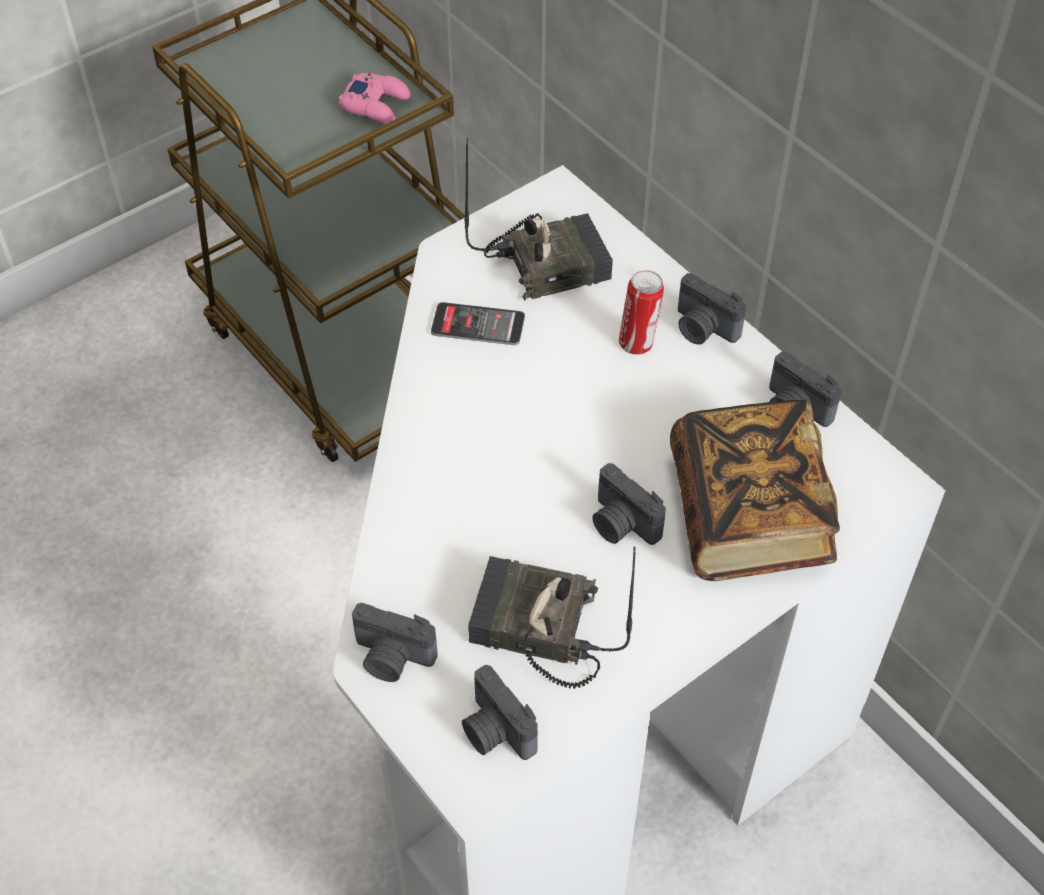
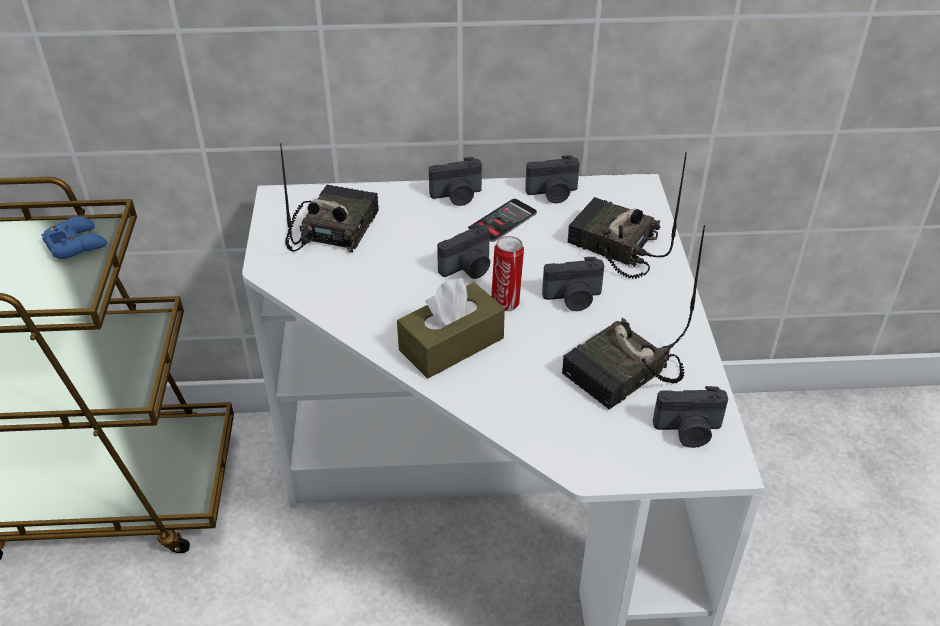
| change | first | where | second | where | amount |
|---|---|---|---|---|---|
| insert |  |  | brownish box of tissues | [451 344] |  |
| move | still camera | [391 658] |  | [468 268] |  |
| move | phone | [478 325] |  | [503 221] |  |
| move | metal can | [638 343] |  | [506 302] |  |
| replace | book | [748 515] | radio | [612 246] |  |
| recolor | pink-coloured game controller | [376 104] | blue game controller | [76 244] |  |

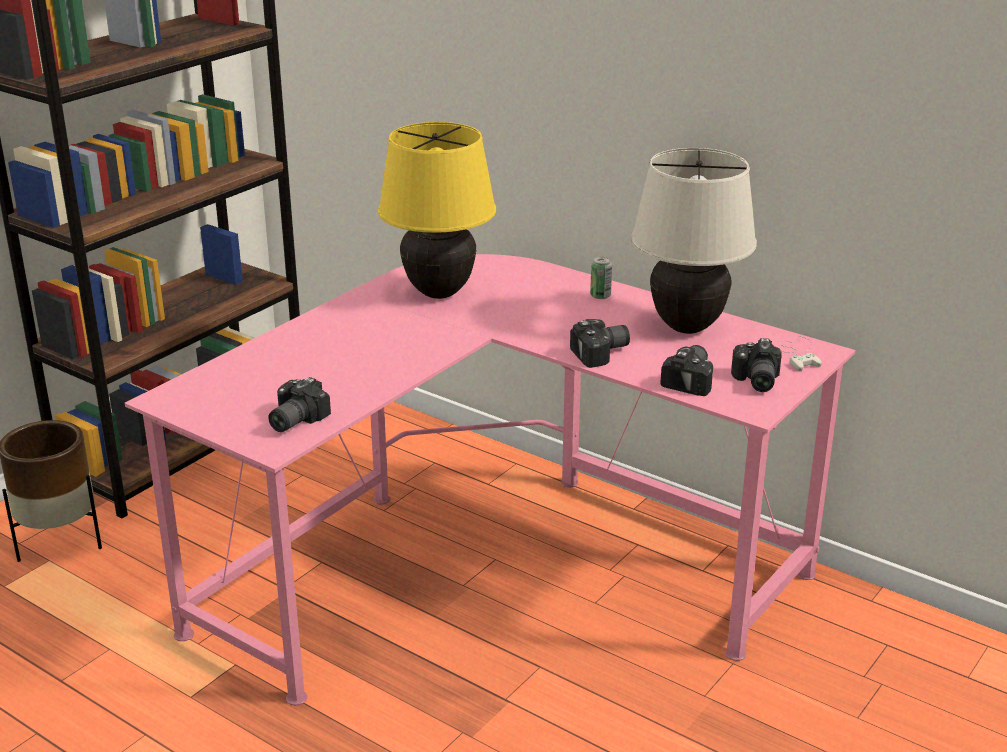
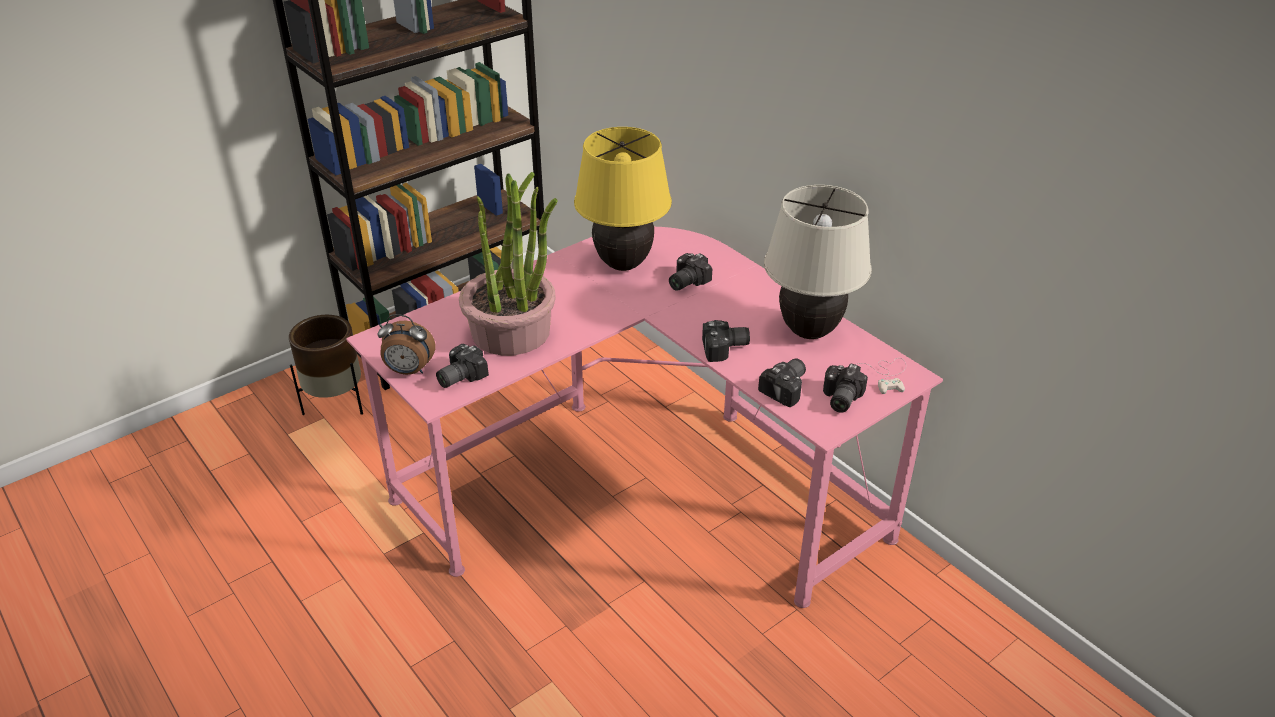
| change | first | where | second | where | amount |
|---|---|---|---|---|---|
| delete | metal can | [600 296] |  |  |  |
| insert |  |  | bedside clock | [409 371] |  |
| insert |  |  | houseplant | [512 331] |  |
| insert |  |  | still camera | [685 282] |  |

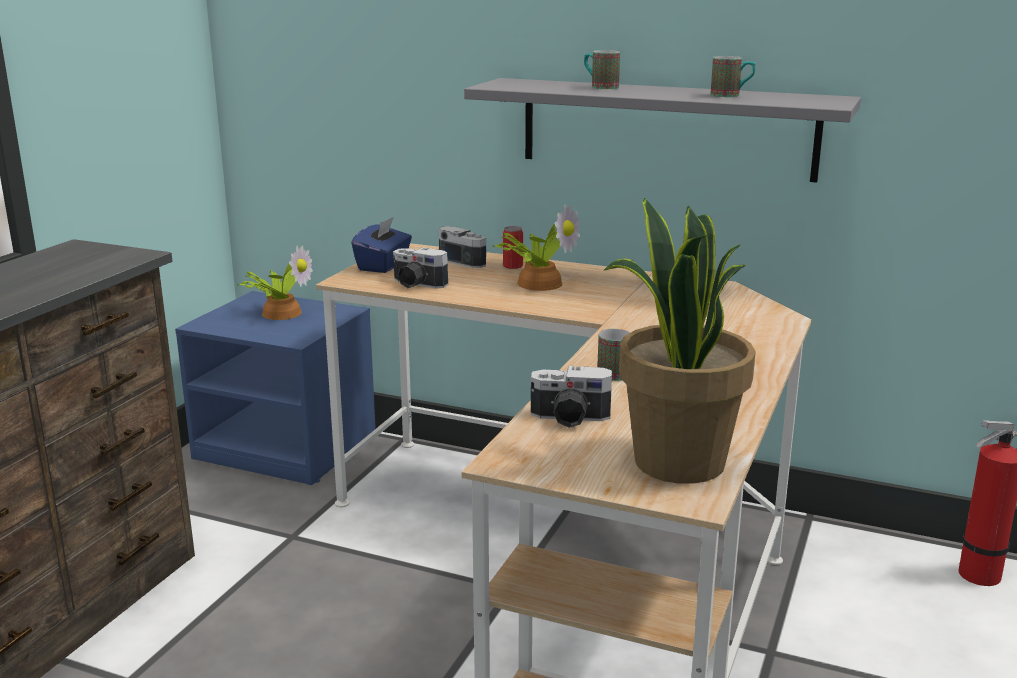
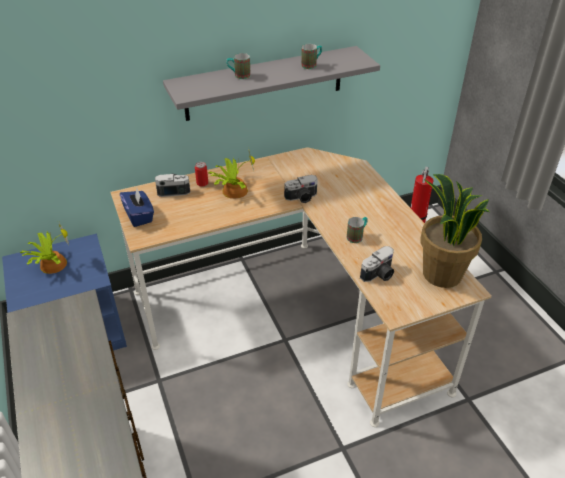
| change | first | where | second | where | amount |
|---|---|---|---|---|---|
| move | still camera | [416 284] |  | [302 198] |  |

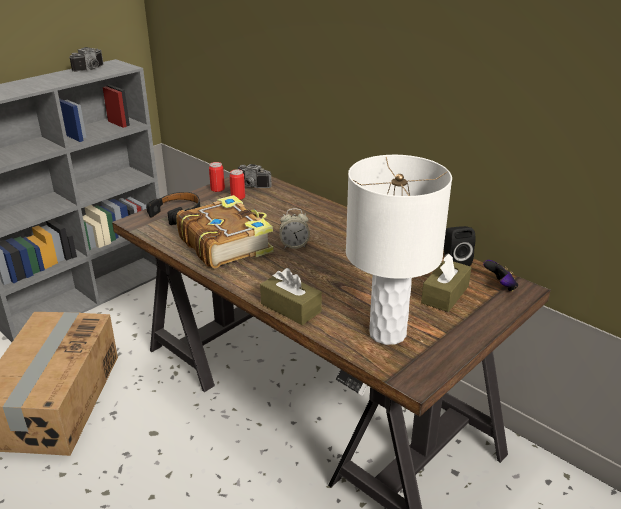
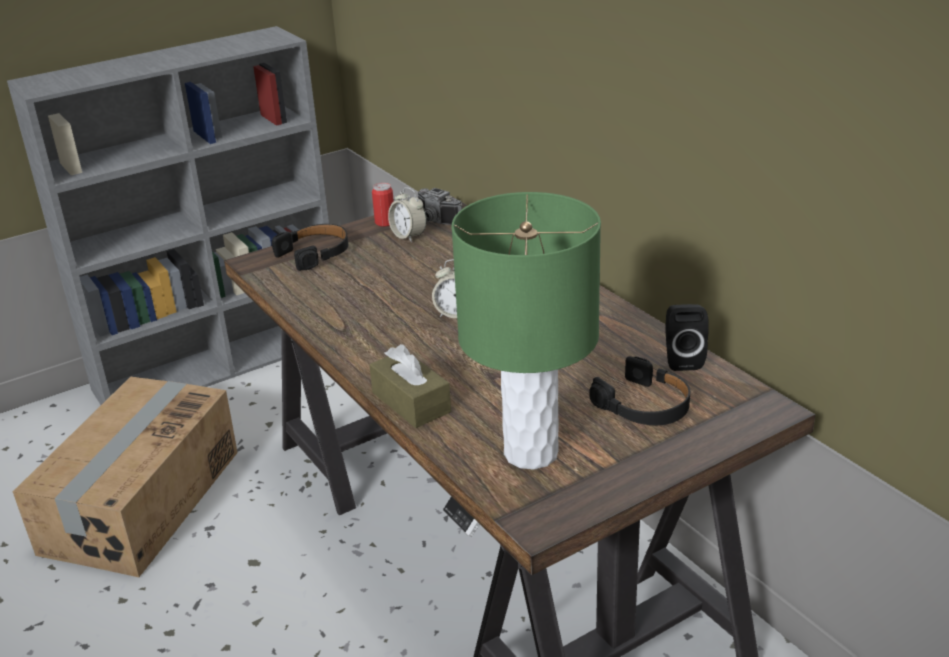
| change | first | where | second | where | amount |
|---|---|---|---|---|---|
| delete | still camera | [91 69] |  |  |  |
| delete | book | [225 243] |  |  |  |
| delete | game controller | [500 286] |  |  |  |
| replace | metal can | [238 197] | bedside clock | [408 236] |  |
| replace | brownish box of tissues | [445 294] | black-coloured headset | [644 405] |  |
| recolor | white-coloured table lamp | [387 333] | green table lamp | [530 452] |  |

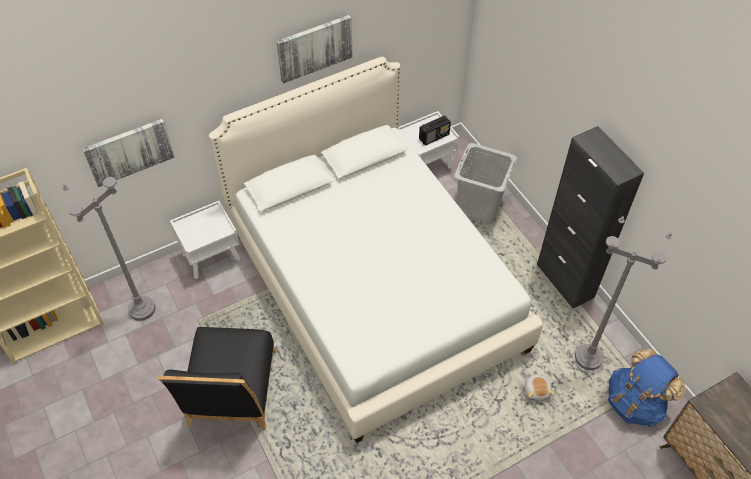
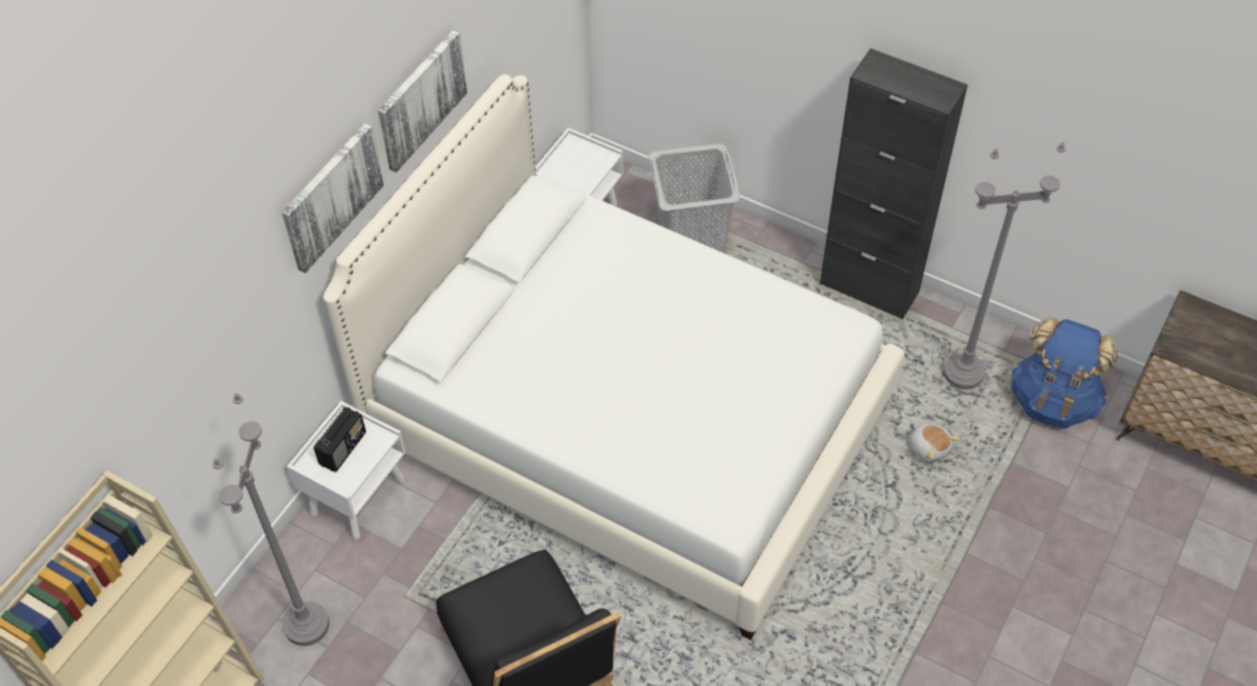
| change | first | where | second | where | amount |
|---|---|---|---|---|---|
| move | picture | [129 151] |  | [331 196] |  |
| move | radio | [434 137] |  | [343 448] |  |

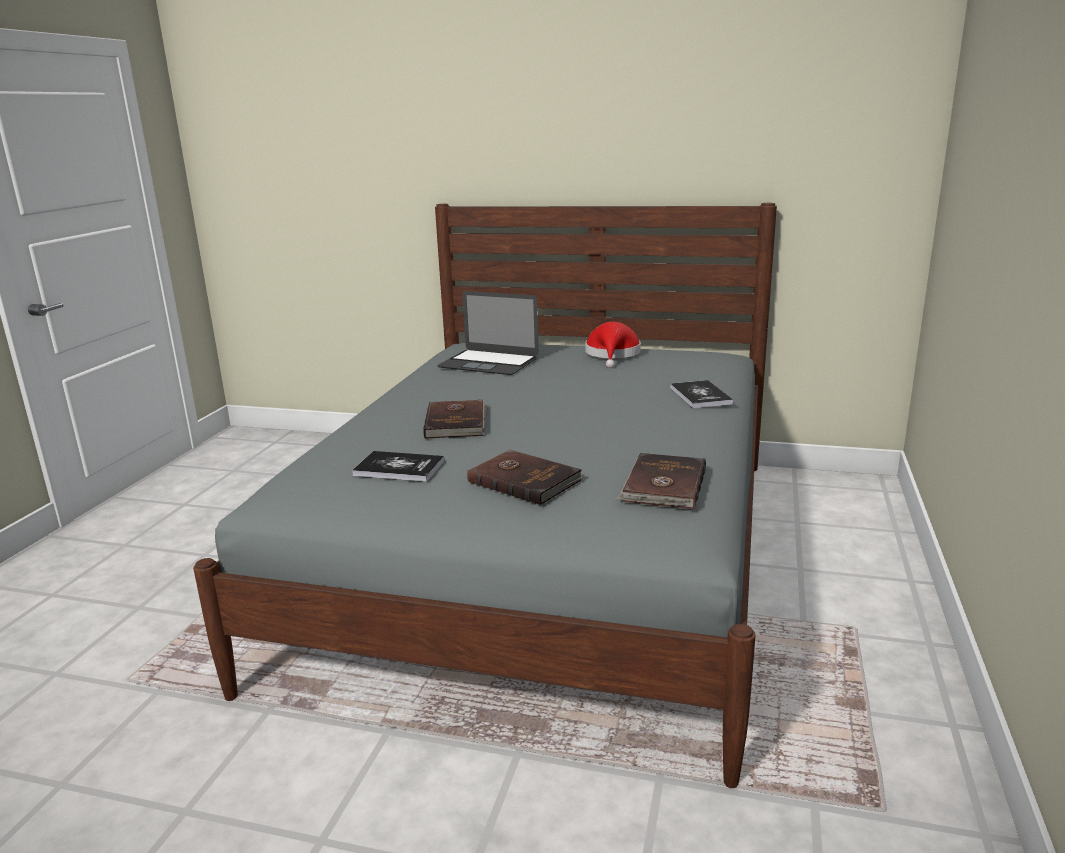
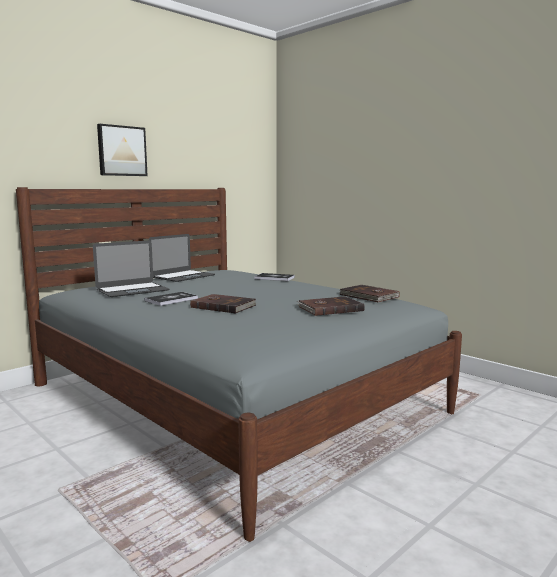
| change | first | where | second | where | amount |
|---|---|---|---|---|---|
| insert |  |  | picture | [121 151] |  |
| move | book | [399 468] |  | [171 300] |  |
| replace | red hat | [612 354] | laptop | [183 276] |  |

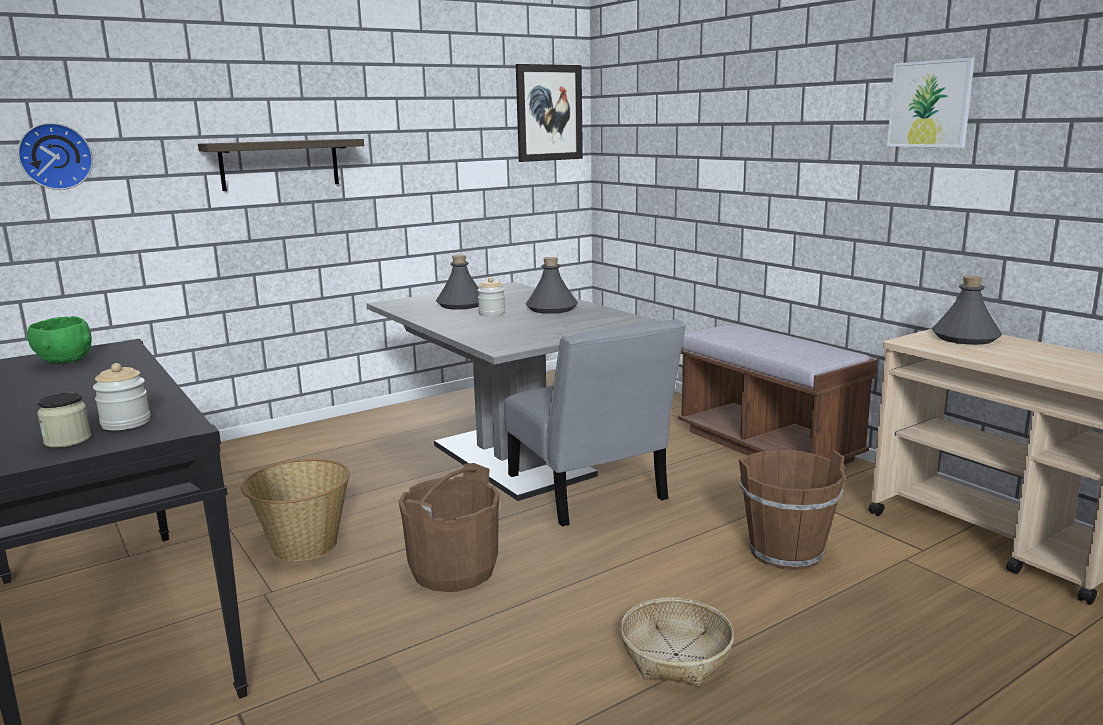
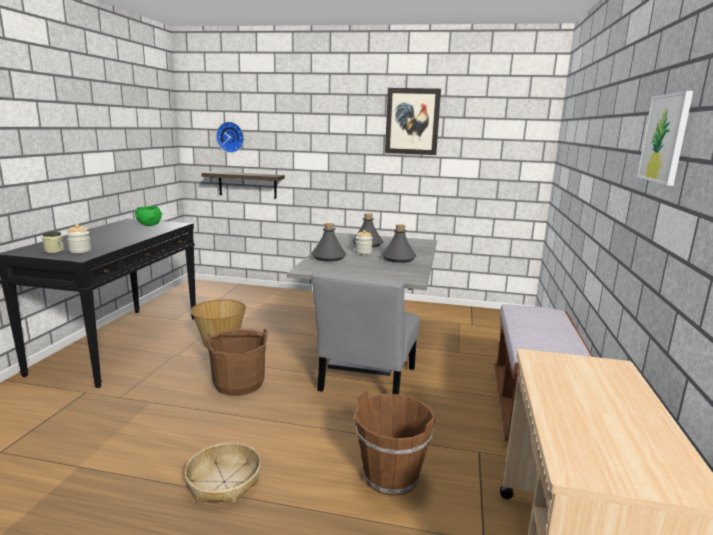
| change | first | where | second | where | amount |
|---|---|---|---|---|---|
| move | wall shelf | [280 164] |  | [247 185] |  |
| move | picture | [549 113] |  | [412 121] |  |
| move | grey drink bottle | [965 338] |  | [328 257] |  |

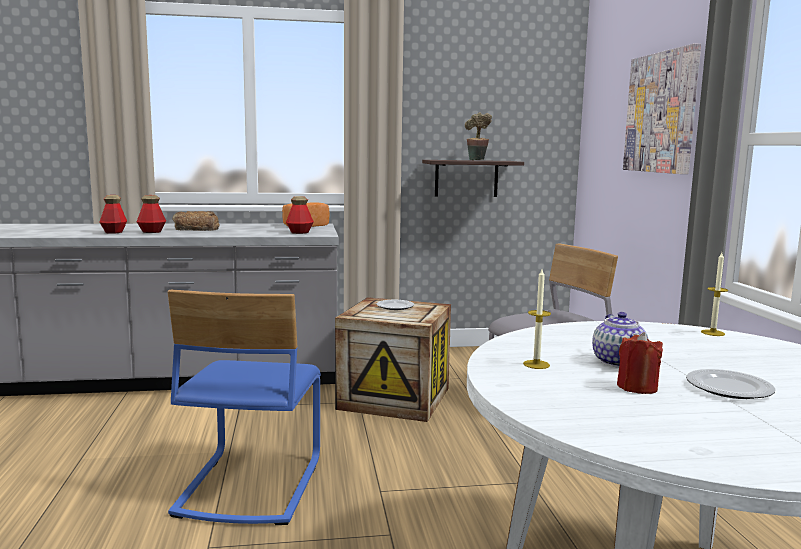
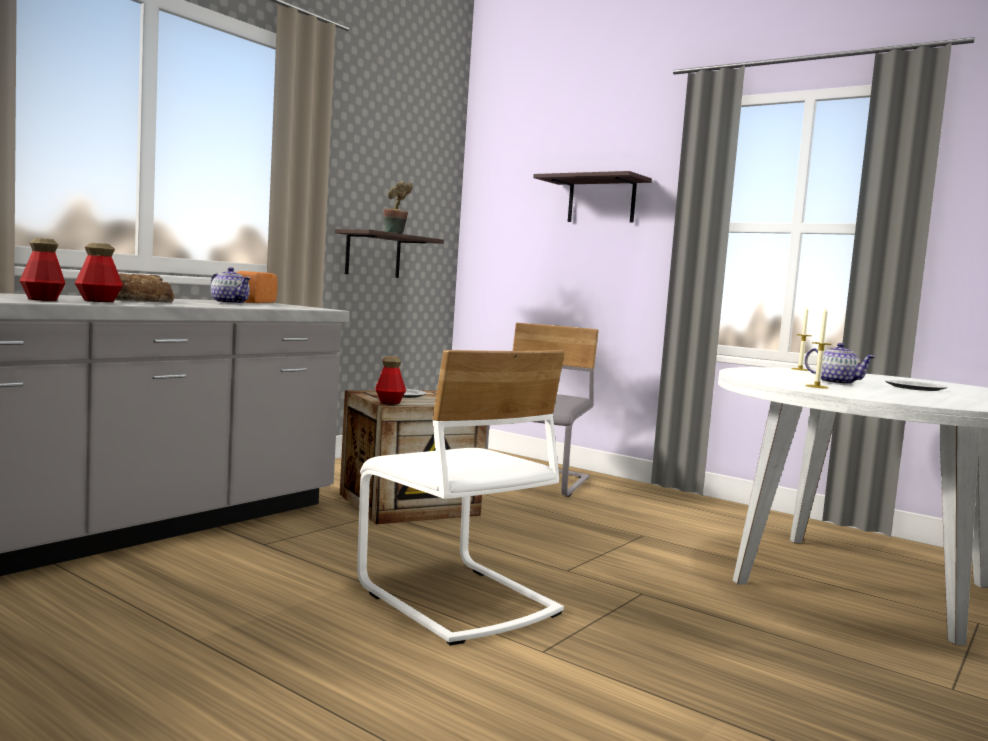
| change | first | where | second | where | amount |
|---|---|---|---|---|---|
| delete | red wax light | [637 387] |  |  |  |
| insert |  |  | tea pot | [229 303] |  |
| move | drink bottle | [300 232] |  | [389 402] |  |
| replace | picture | [661 113] | wall shelf | [601 201] |  |
| recolor | blue chair | [249 485] | white-coloured chair | [456 600] |  |

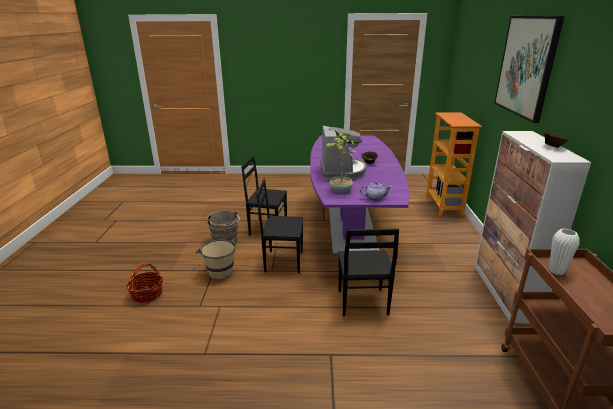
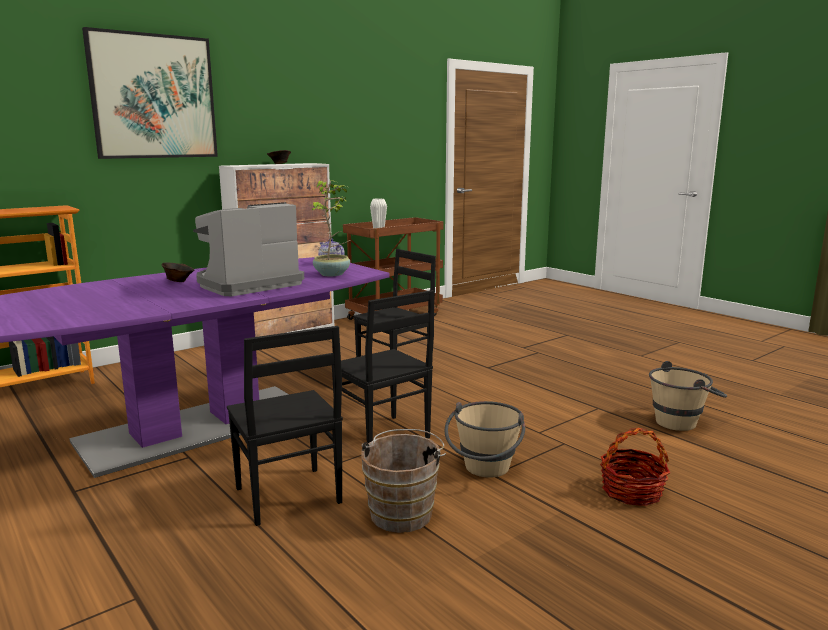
| change | first | where | second | where | amount |
|---|---|---|---|---|---|
| insert |  |  | beige water bucket | [683 421] |  |

